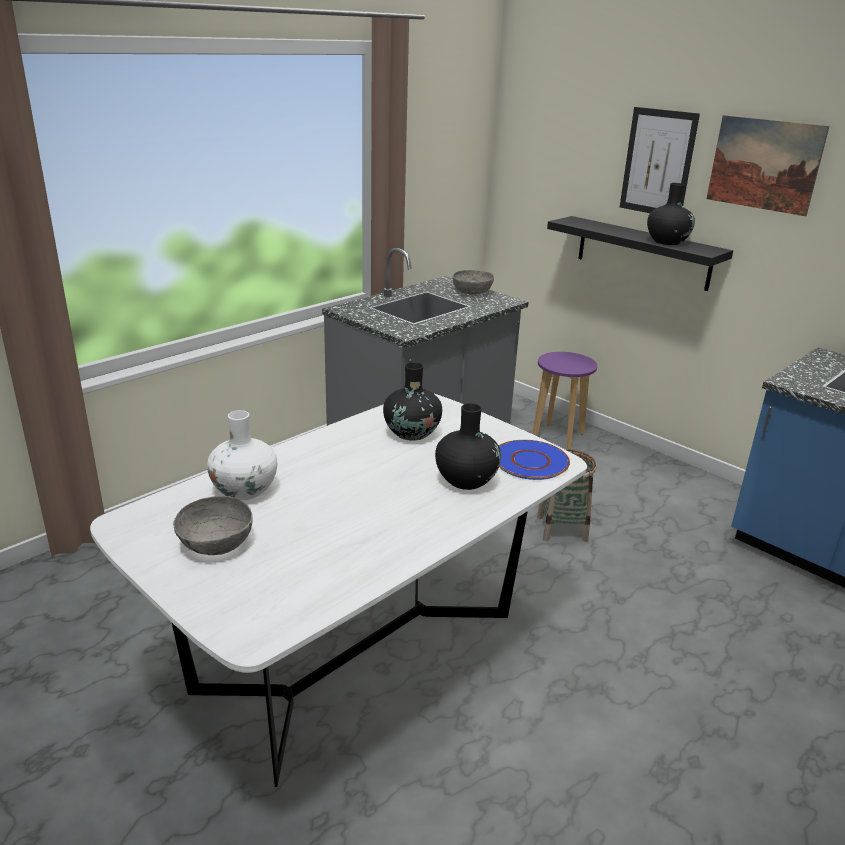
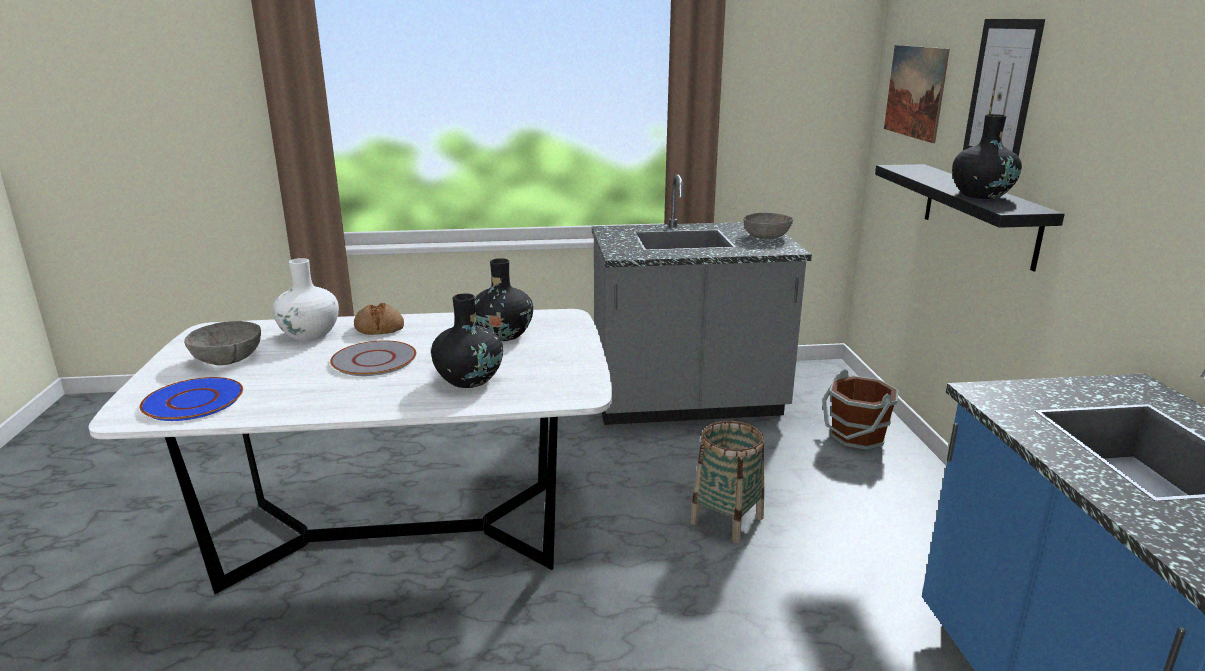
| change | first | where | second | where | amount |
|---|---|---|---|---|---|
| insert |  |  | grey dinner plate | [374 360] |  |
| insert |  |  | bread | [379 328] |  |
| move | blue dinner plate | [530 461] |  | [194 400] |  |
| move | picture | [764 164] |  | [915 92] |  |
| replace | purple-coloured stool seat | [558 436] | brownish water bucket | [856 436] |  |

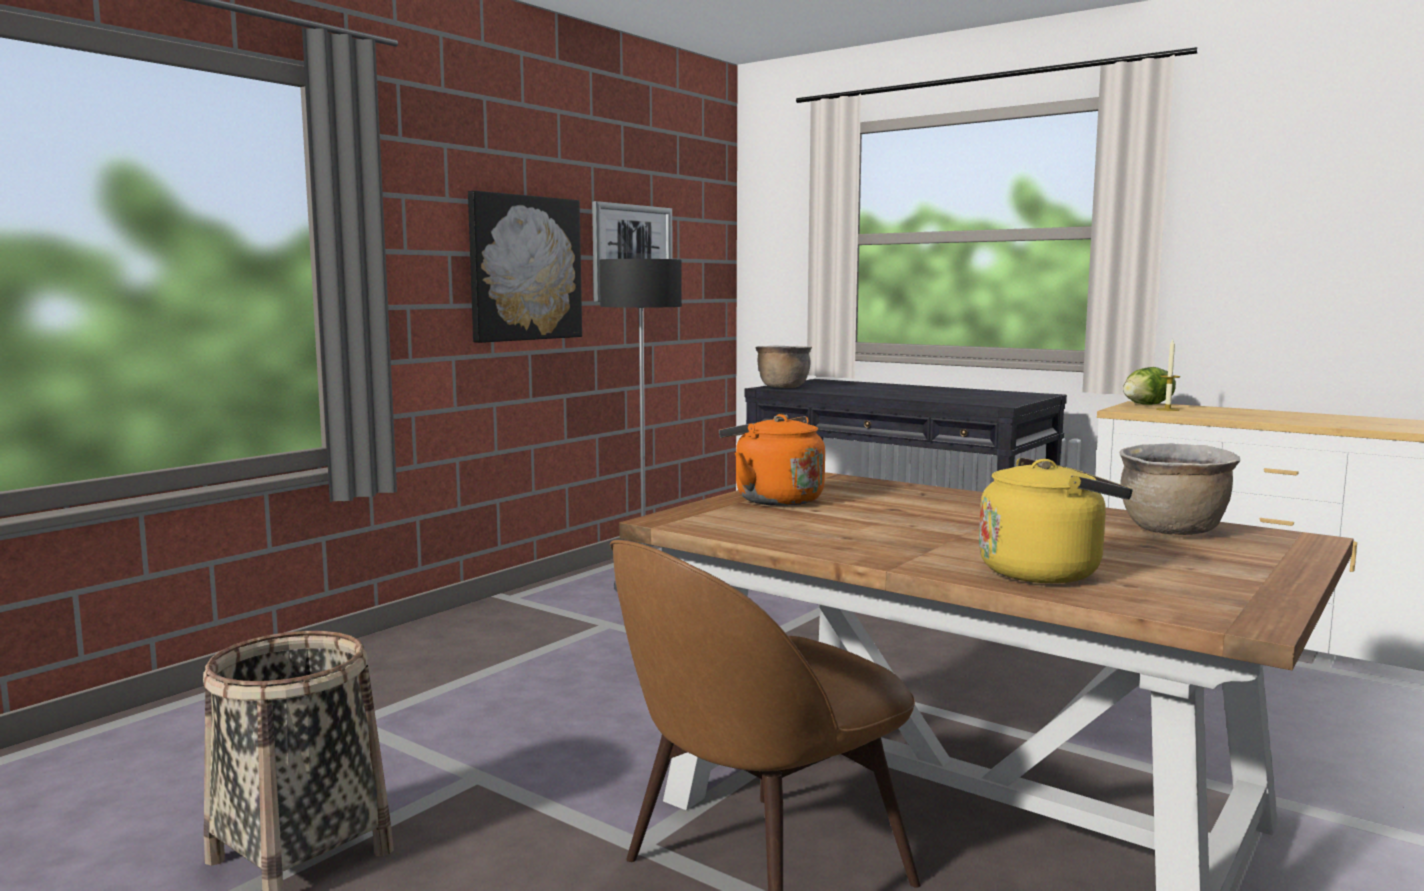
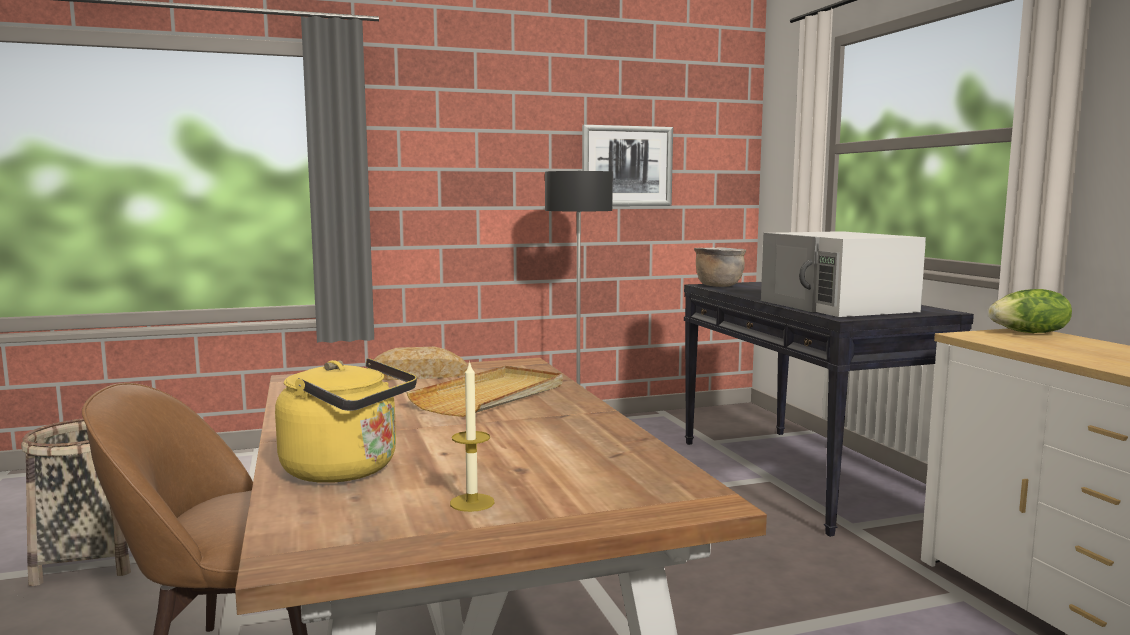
| change | first | where | second | where | amount |
|---|---|---|---|---|---|
| delete | picture | [524 268] |  |  |  |
| delete | brownish saucepot | [1173 531] |  |  |  |
| insert |  |  | beige serving tray | [492 396] |  |
| insert |  |  | white-coloured microwave | [837 306] |  |
| move | wax light | [1167 409] |  | [472 502] |  |
| replace | orange water kettle | [773 499] | bread | [418 375] |  |

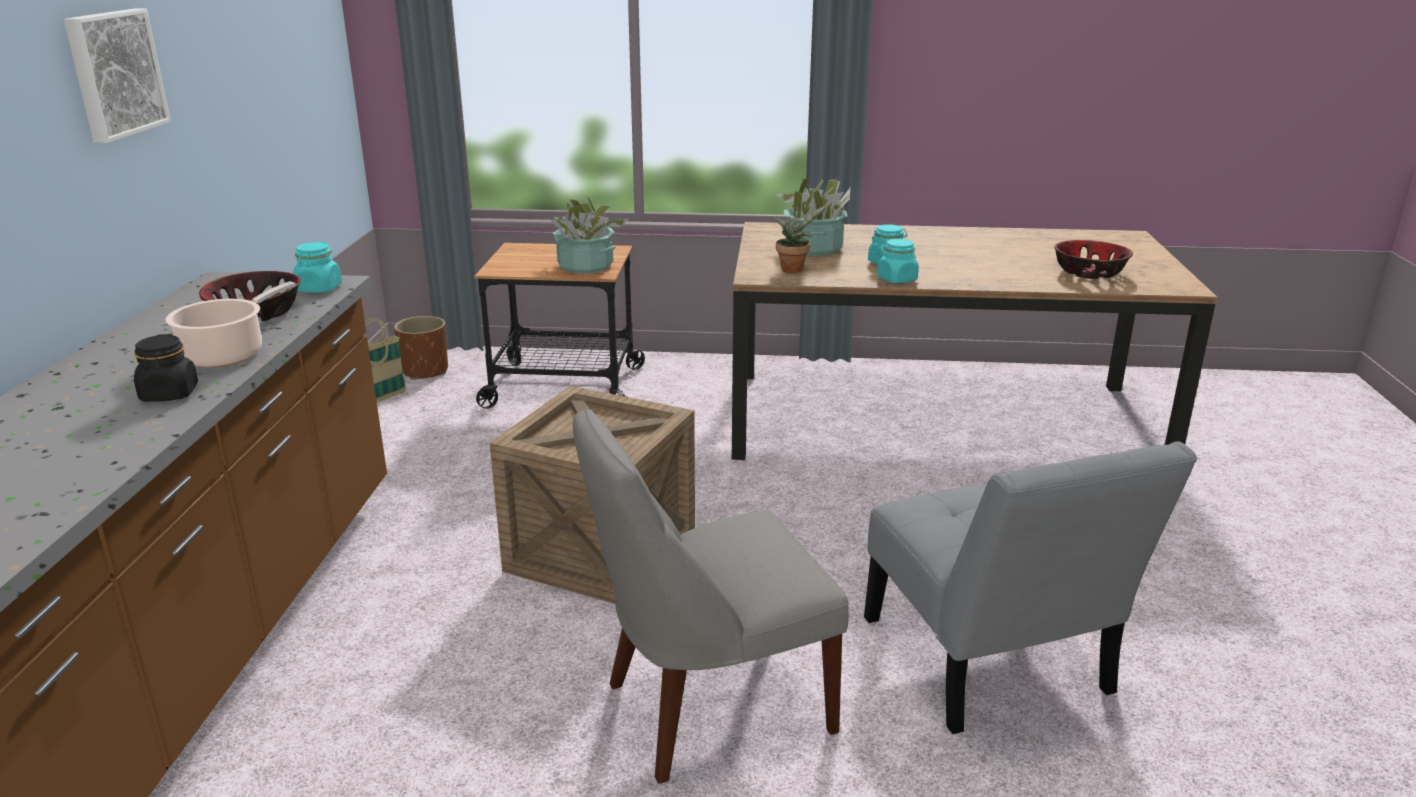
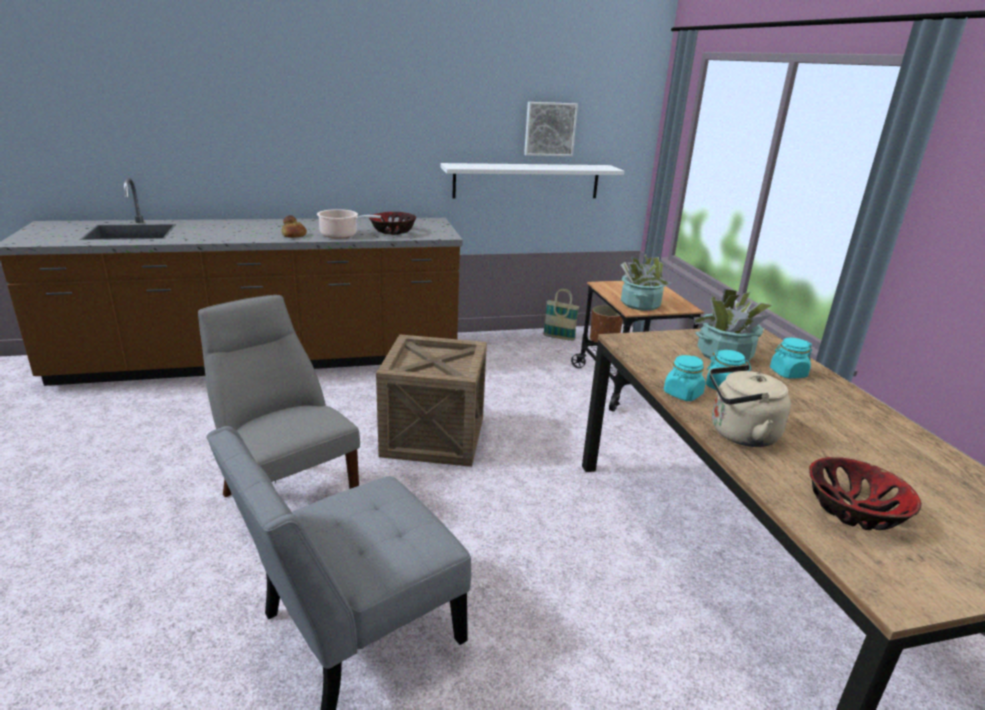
| change | first | where | second | where | amount |
|---|---|---|---|---|---|
| delete | houseplant | [793 269] |  |  |  |
| insert |  |  | white-coloured wall shelf | [527 181] |  |
| insert |  |  | beige water kettle | [739 434] |  |
| move | picture | [114 73] |  | [549 129] |  |
| move | blue-green jar | [319 289] |  | [787 373] |  |
| replace | black-coloured jar | [169 394] | bread | [294 235] |  |

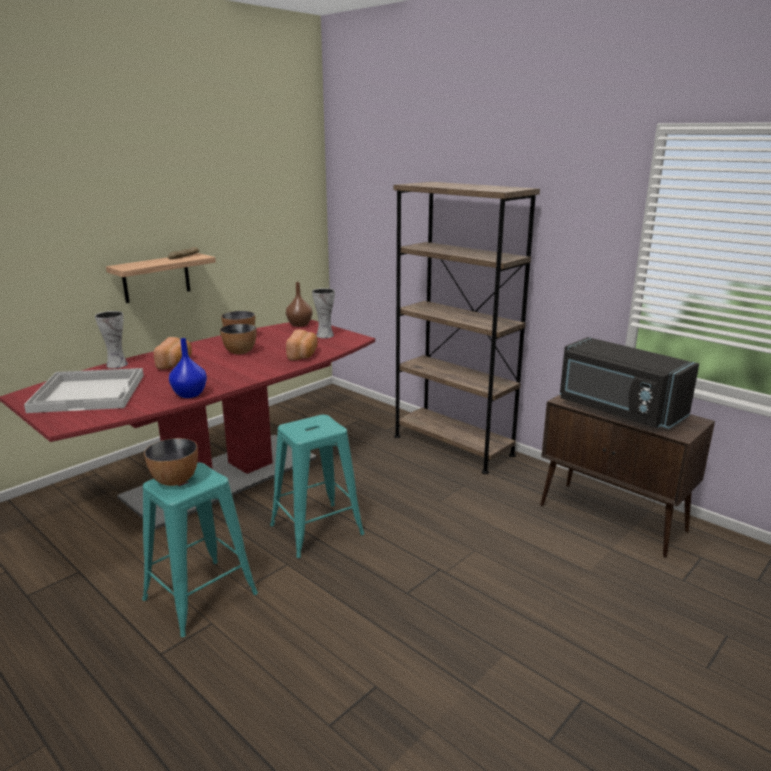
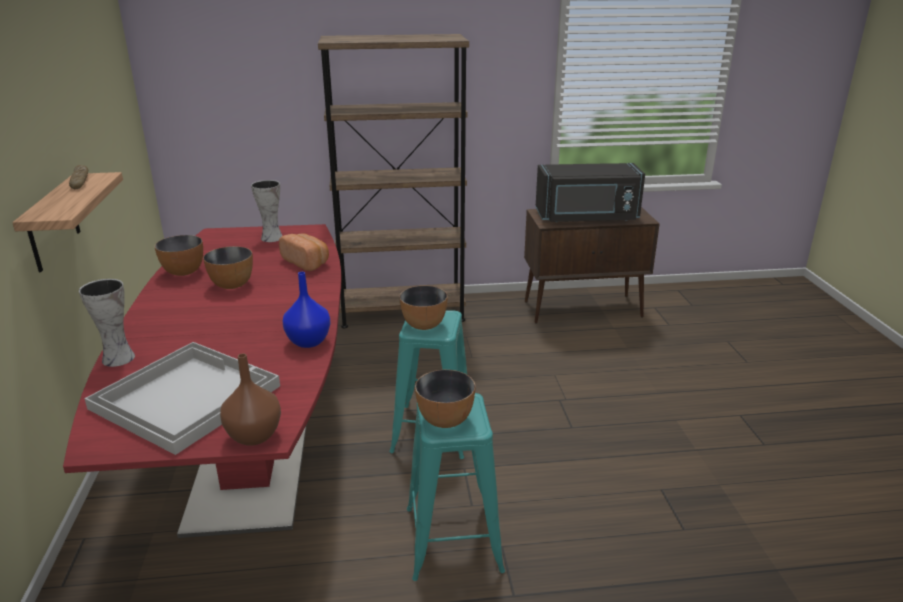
| change | first | where | second | where | amount |
|---|---|---|---|---|---|
| delete | bread | [176 363] |  |  |  |
| insert |  |  | serving bowl | [423 325] |  |
| move | brownish vase | [299 324] |  | [253 435] |  |

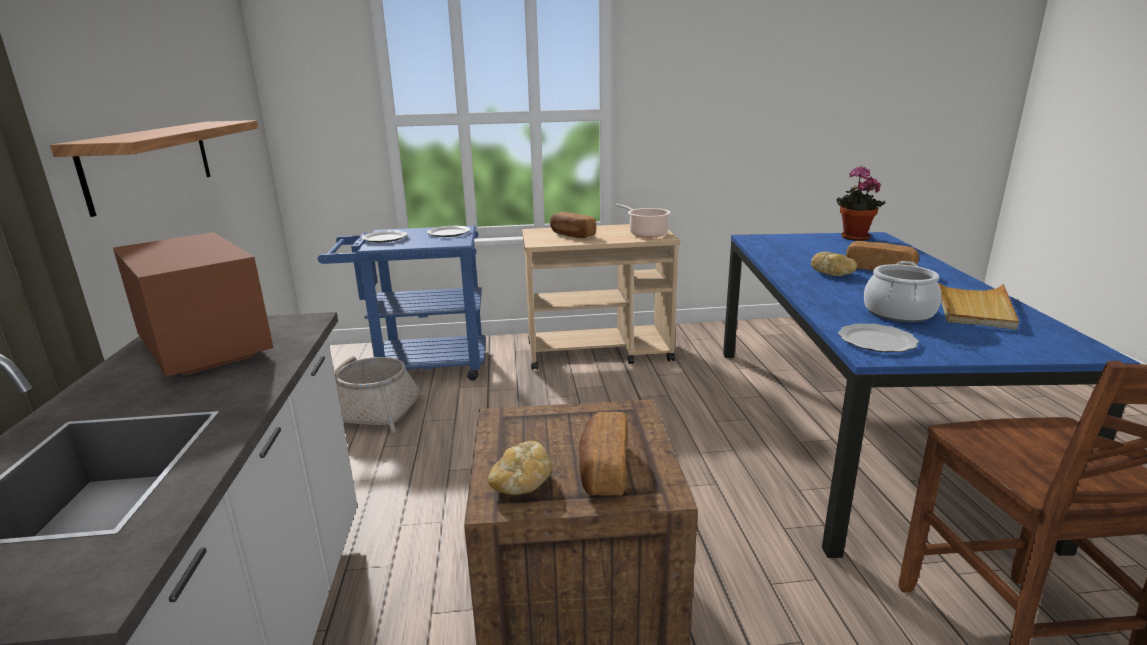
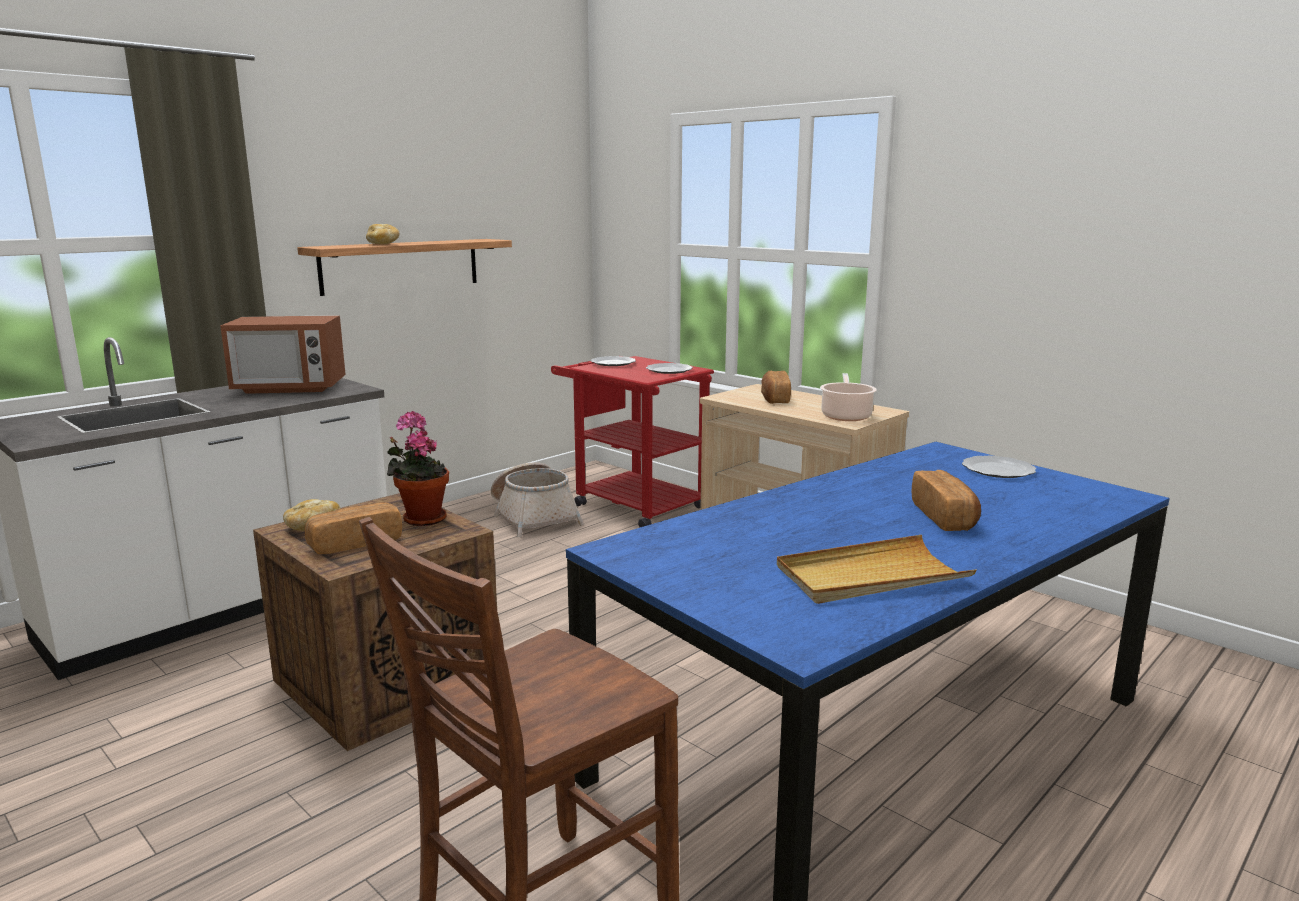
| change | first | where | second | where | amount |
|---|---|---|---|---|---|
| delete | saucepot | [899 313] |  |  |  |
| move | bread | [832 274] |  | [383 244] |  |
| move | houseplant | [853 238] |  | [421 518] |  |
| move | dinner plate | [875 341] |  | [997 469] |  |
| recolor | blue cart | [420 366] | red cart | [631 503] |  |
| rotate | microwave | [206 349] |  | [290 388] | 75 degrees clockwise |

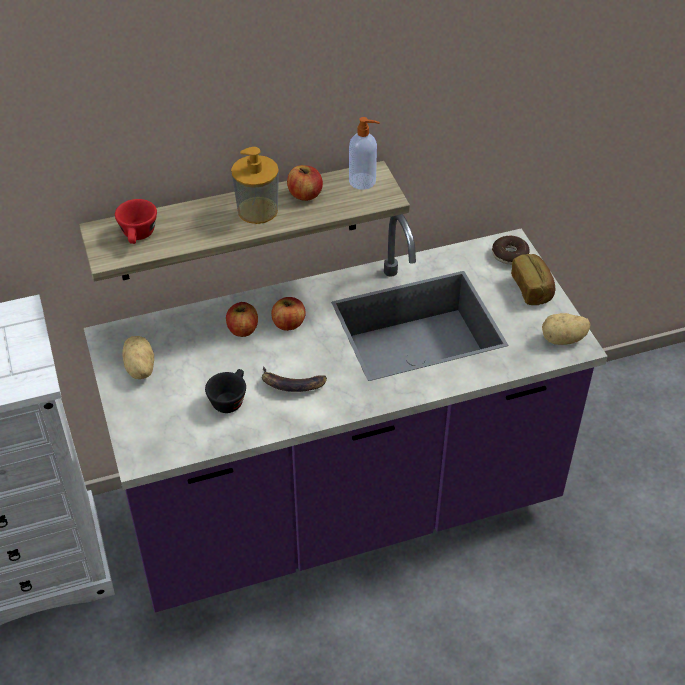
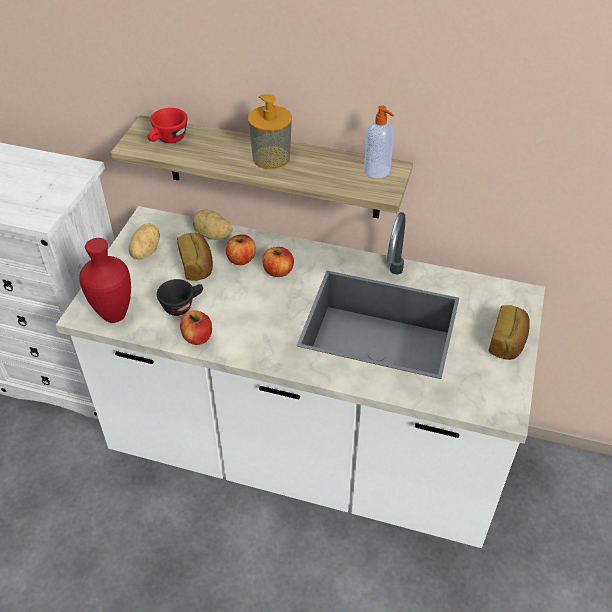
| change | first | where | second | where | amount |
|---|---|---|---|---|---|
| delete | banana | [291 384] |  |  |  |
| delete | donut | [510 255] |  |  |  |
| insert |  |  | red vase | [114 316] |  |
| insert |  |  | bread | [197 265] |  |
| move | whole apple | [305 194] |  | [197 337] |  |
| move | spud | [563 340] |  | [213 235] |  |
| recolor | purple-coloured kitchen counter | [342 509] | white-coloured kitchen counter | [306 453] |  |

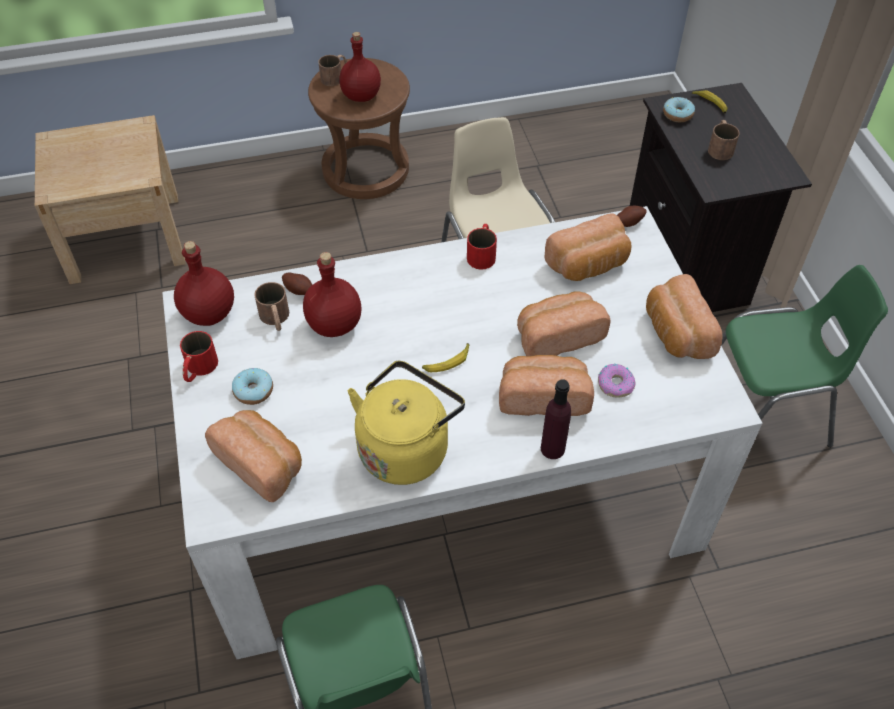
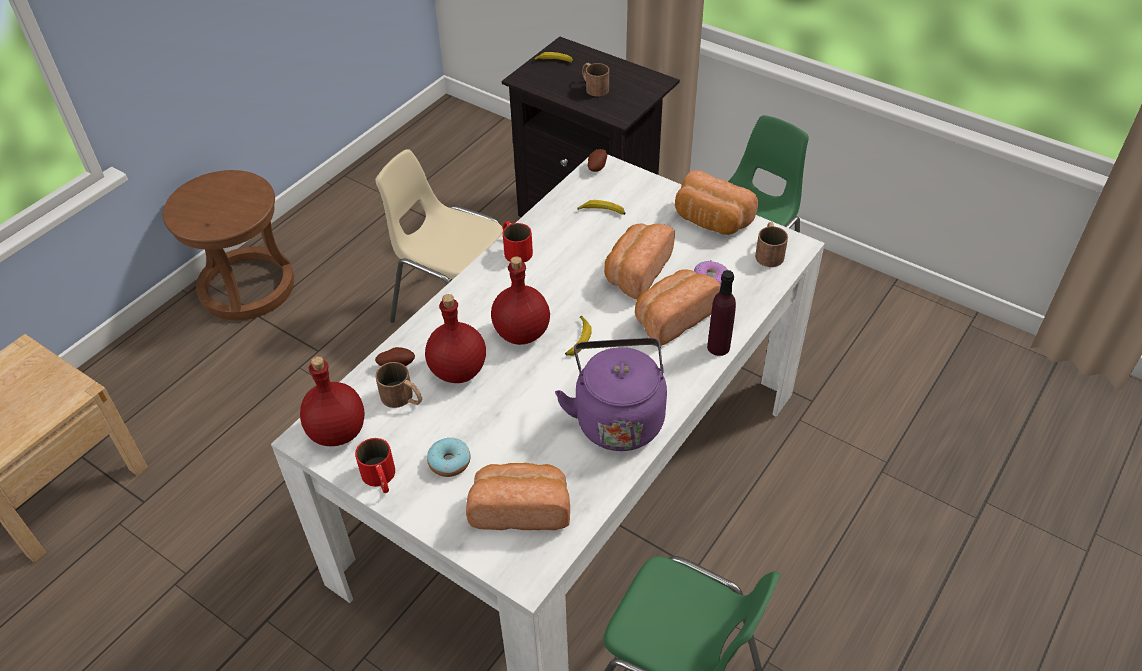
| change | first | where | second | where | amount |
|---|---|---|---|---|---|
| delete | donut | [677 114] |  |  |  |
| move | brownish tea mug | [335 77] |  | [769 252] |  |
| move | red drink bottle | [361 95] |  | [521 332] |  |
| replace | bread | [589 265] | banana | [602 212] |  |
| recolor | yellowish water kettle | [406 447] | purple-coloured water kettle | [618 418] |  |

